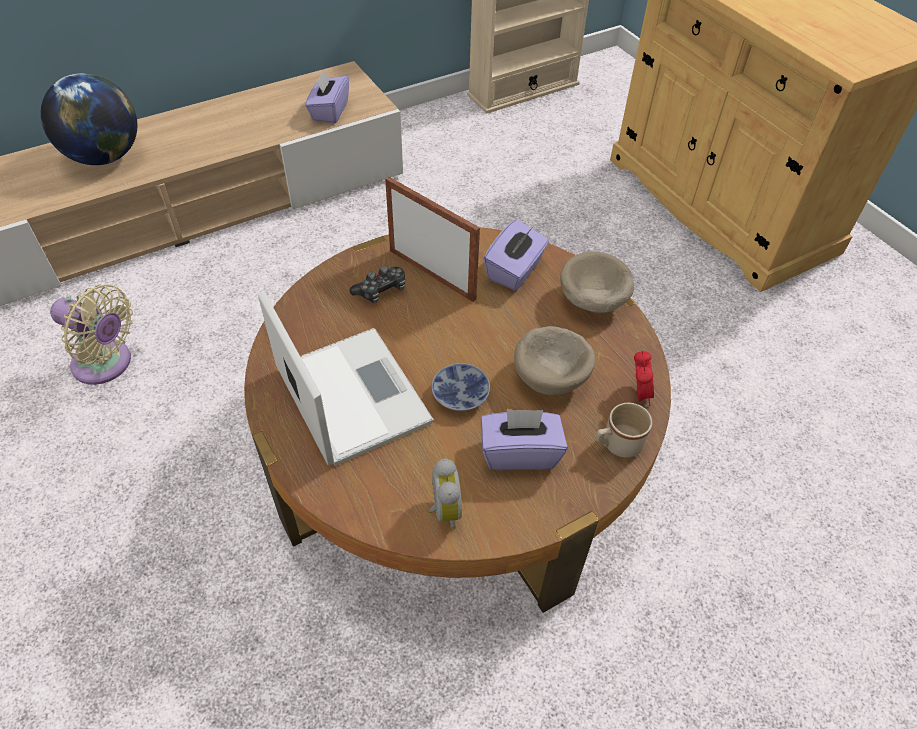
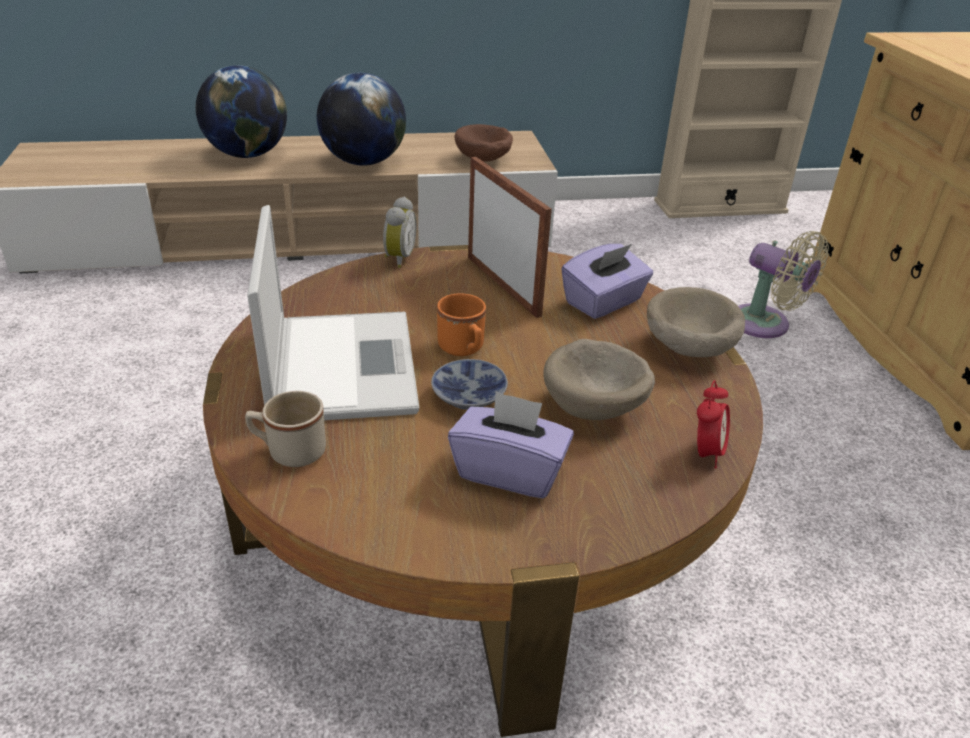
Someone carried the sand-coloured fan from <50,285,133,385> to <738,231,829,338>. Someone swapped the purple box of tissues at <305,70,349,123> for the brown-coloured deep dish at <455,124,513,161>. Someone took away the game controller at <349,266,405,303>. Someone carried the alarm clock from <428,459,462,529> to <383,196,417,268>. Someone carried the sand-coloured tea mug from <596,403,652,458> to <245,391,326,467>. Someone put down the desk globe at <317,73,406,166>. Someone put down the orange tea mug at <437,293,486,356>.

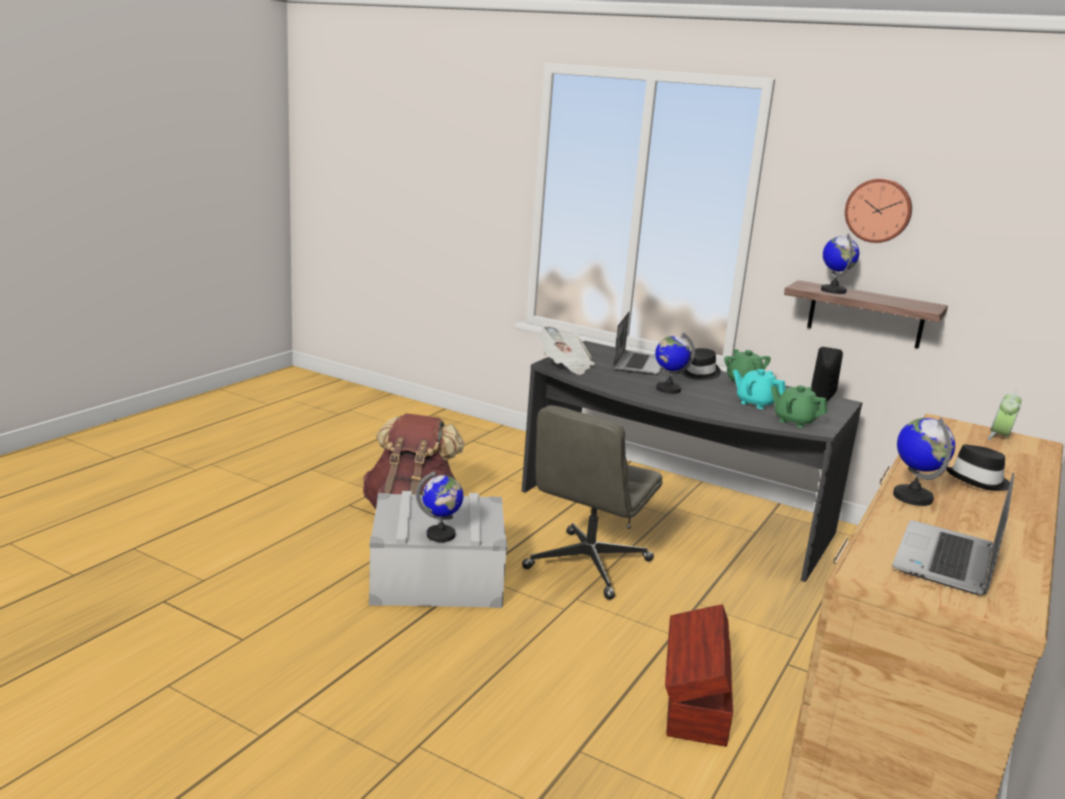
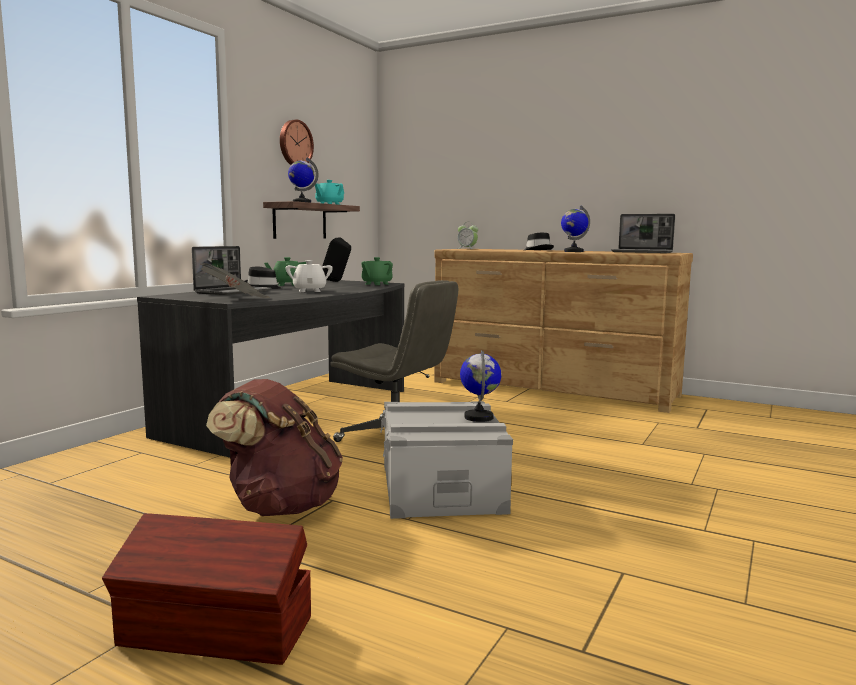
Someone rotated the portable computer at <613,312,662,375> by 105 degrees clockwise. Someone swapped the desk globe at <655,333,695,394> for the white tea pot at <286,260,333,292>. Someone carried the brown-coloured storage container from <665,604,733,747> to <102,513,311,665>. Someone carried the turquoise tea pot from <733,369,786,409> to <315,180,344,205>.

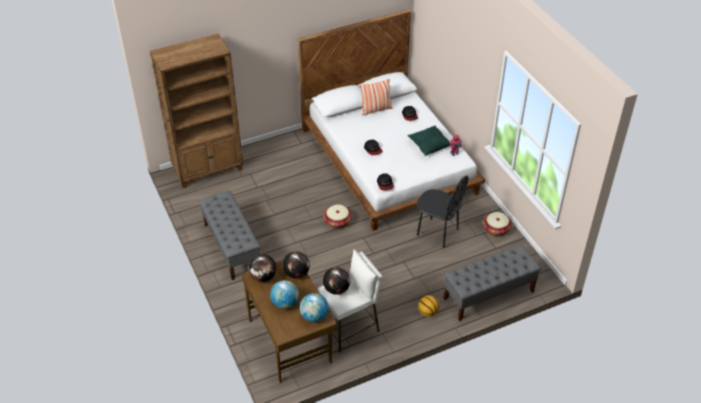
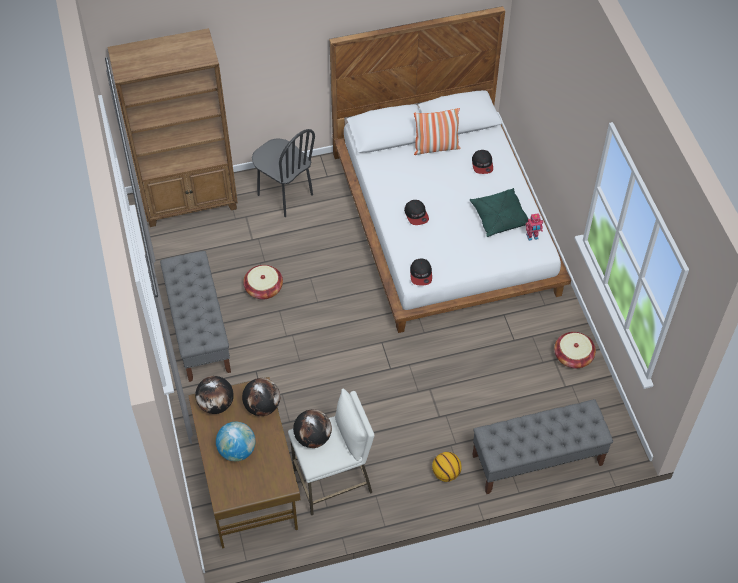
Someone took away the desk globe at <300,293,329,322>. Someone carried the household basket from <323,205,352,228> to <243,265,283,300>. Someone carried the black-coloured chair from <417,175,468,248> to <252,129,315,217>.

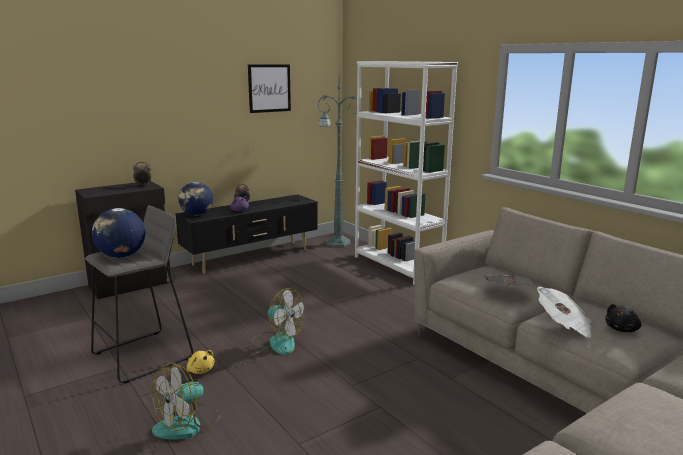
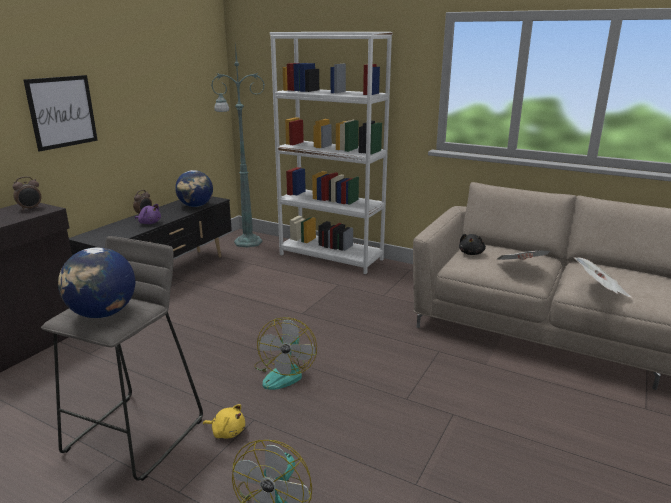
Someone carried the desk globe from <179,182,213,215> to <175,170,213,207>. Someone carried the wall art from <248,64,291,113> to <23,75,98,152>. Someone rotated the fan at <248,288,306,355> by 90 degrees clockwise. Someone carried the black-coloured cuddly toy from <605,304,641,332> to <459,234,486,255>.

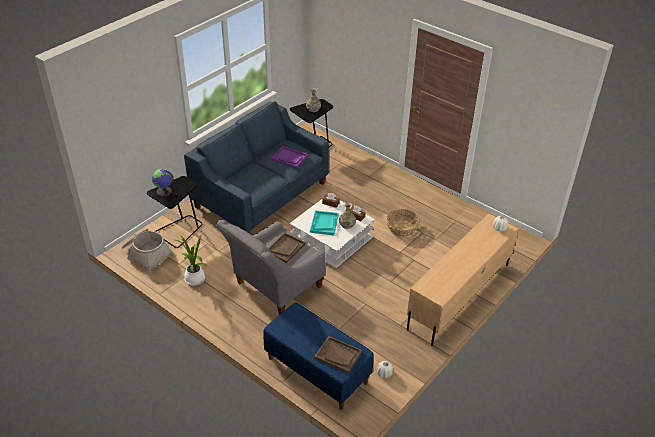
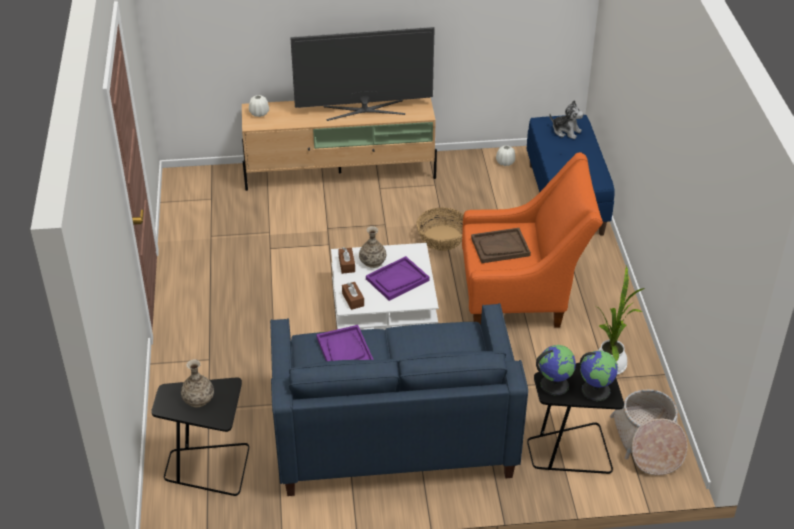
Someone repainted the gray easy chair at <216,220,326,315>, which became the orange easy chair at <462,152,603,328>. Someone repainted the turquoise carrying tray at <310,210,339,235>, which became the purple carrying tray at <366,256,430,301>. Someone swapped the brown-coloured carrying tray at <314,336,362,373> for the cuddly toy at <550,100,584,139>. Someone carried the household basket from <386,209,420,237> to <416,208,464,251>. Someone put down the television at <290,27,435,121>. Someone put down the desk globe at <536,345,576,395>.

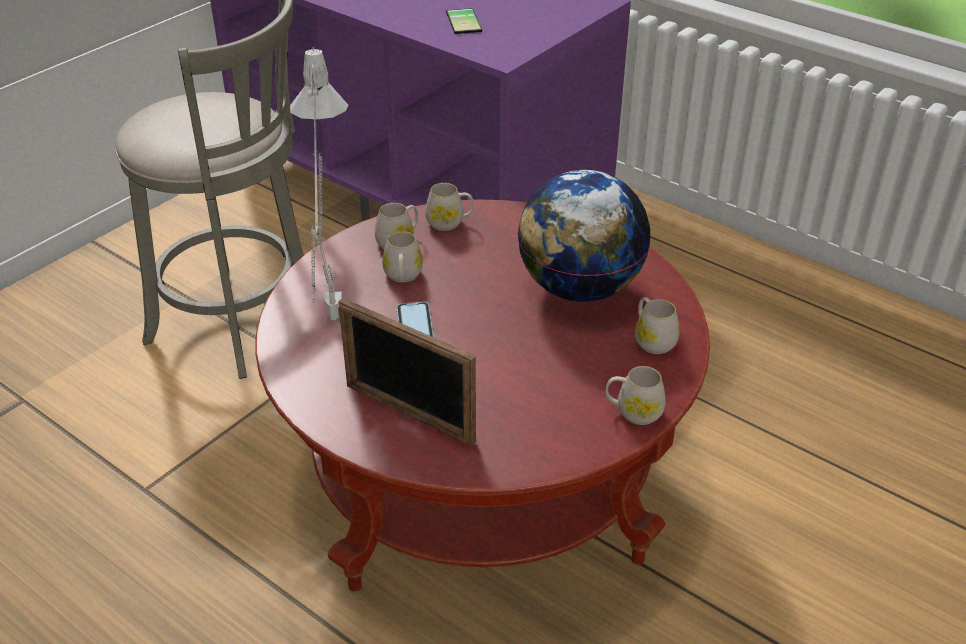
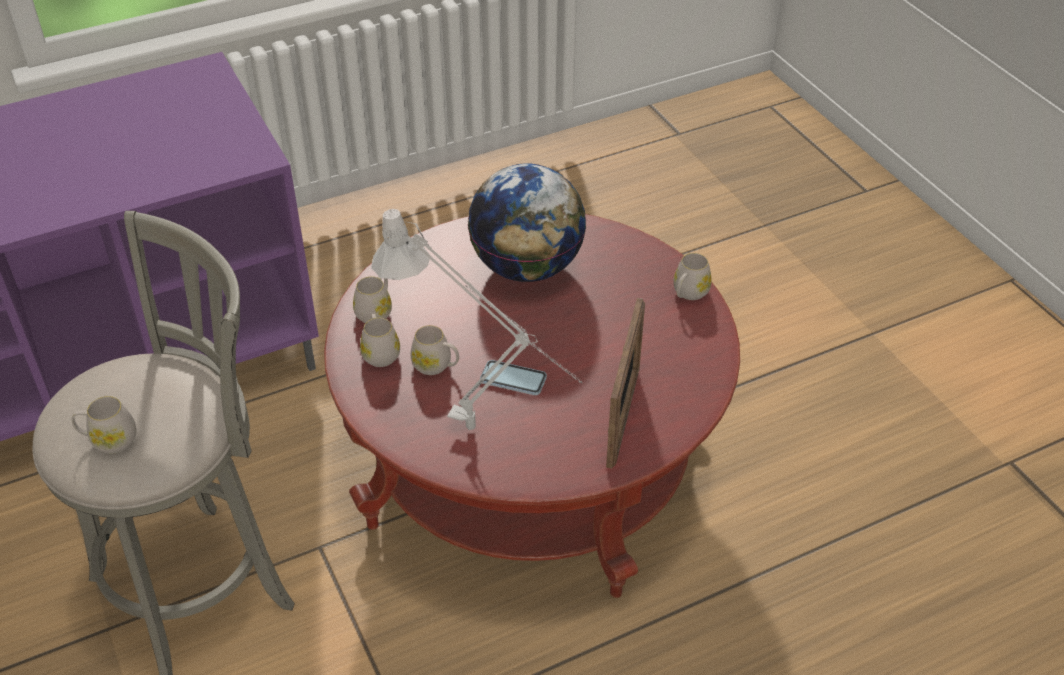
Someone rotated the picture frame at <338,298,476,446> by 45 degrees counterclockwise. Someone took away the telephone at <446,8,482,34>. Someone carried the white tea mug from <635,297,680,354> to <72,396,136,454>.

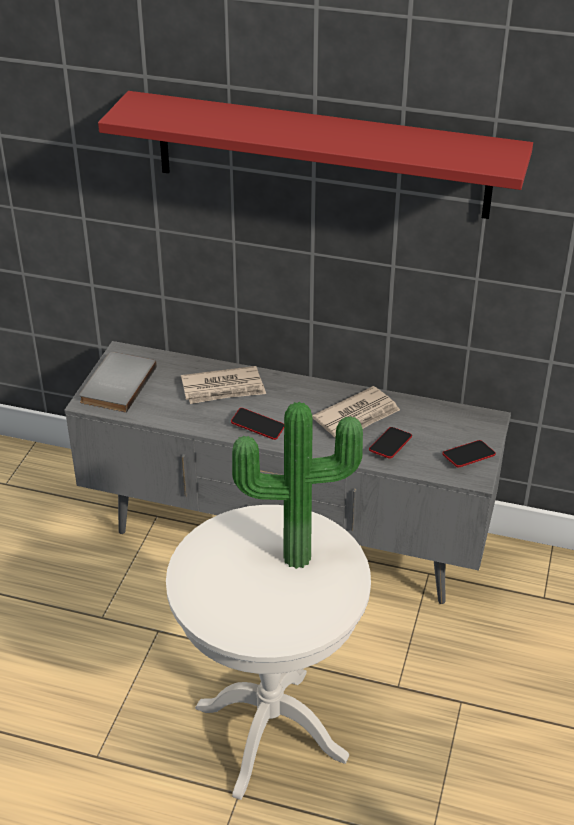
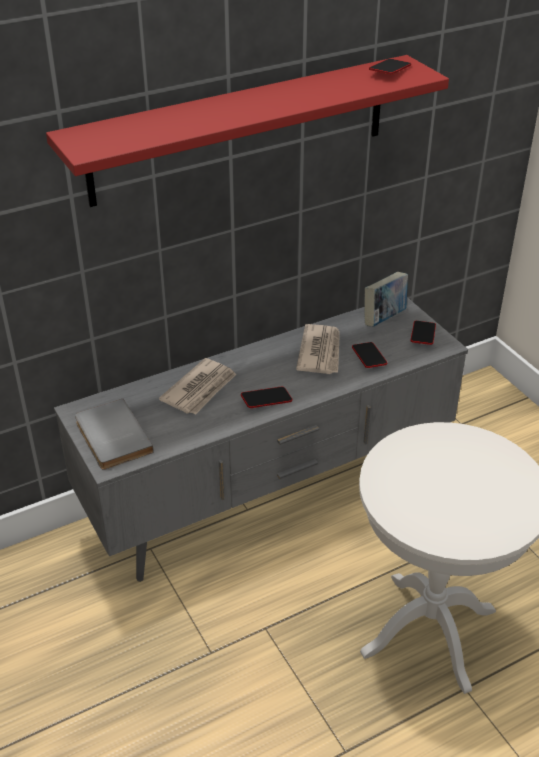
Someone took away the potted plant at <232,402,363,569>. Someone put down the volume at <364,272,408,327>. Someone put down the telephone at <369,59,411,74>.

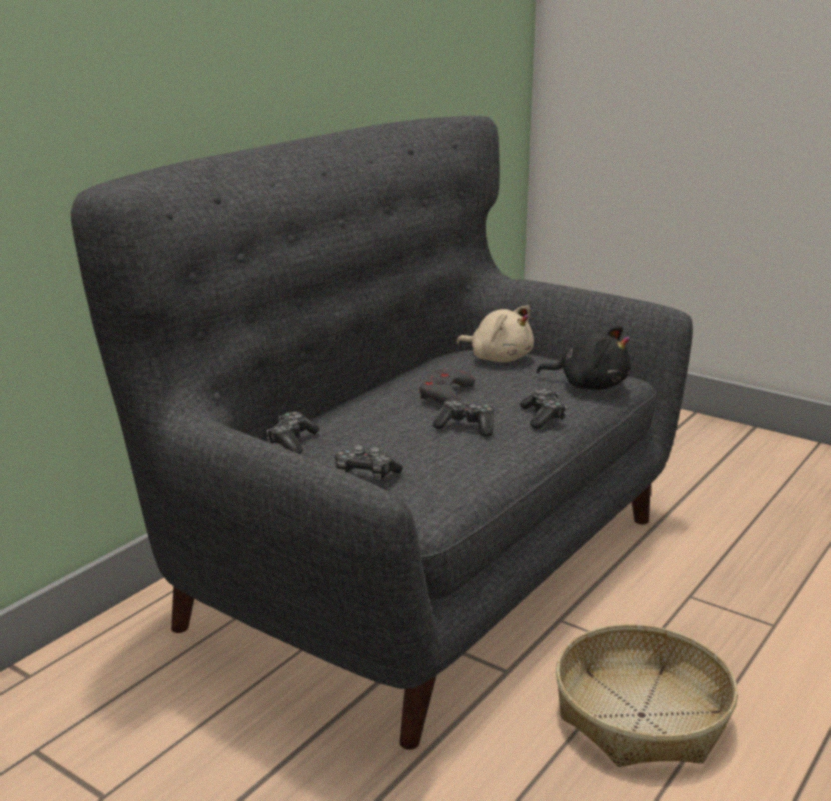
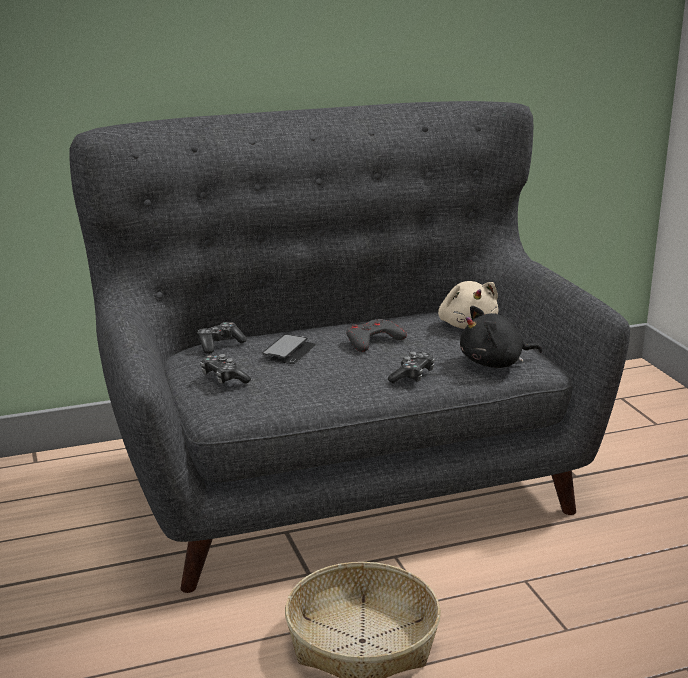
Someone took away the game controller at <433,400,494,437>. Someone rotated the black-coloured cuddly toy at <536,326,631,390> by 105 degrees clockwise. Someone put down the telephone at <262,334,316,364>.

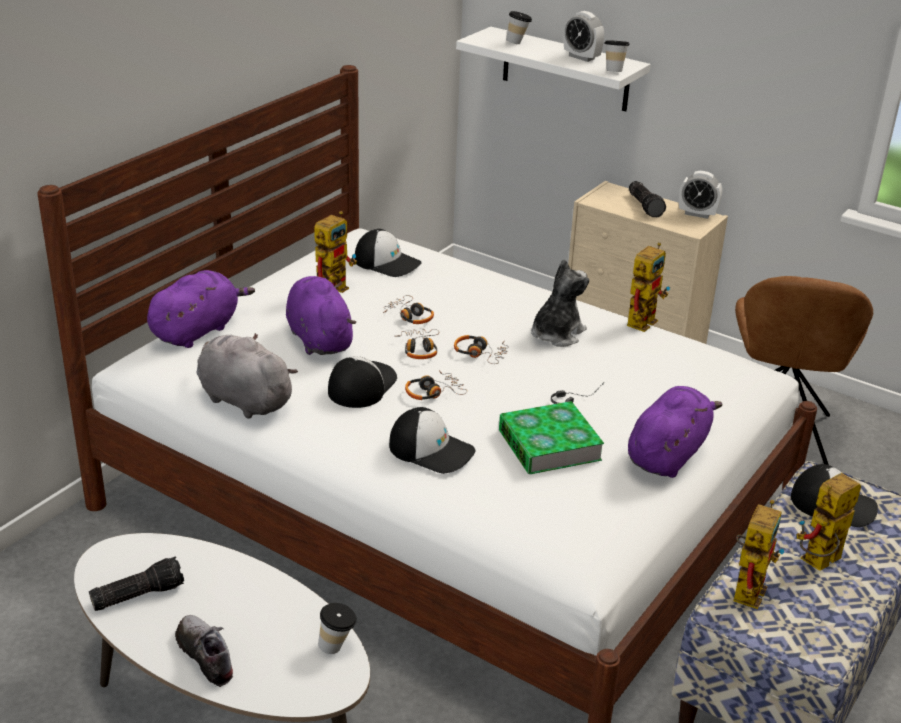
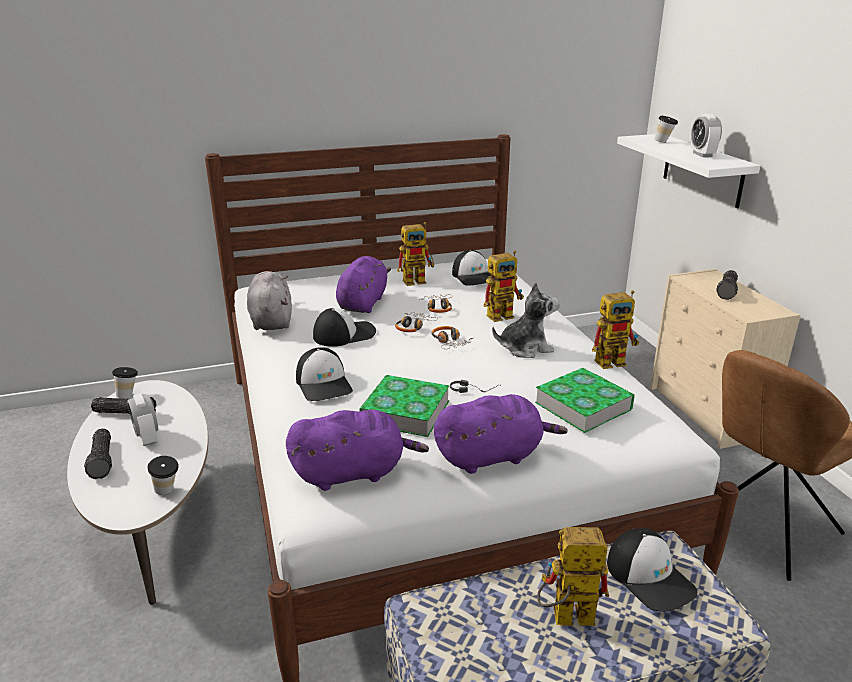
Someone carried the purple cuddly toy from <147,270,255,348> to <286,409,429,491>. Someone swapped the shoe at <175,615,233,687> for the hand torch at <84,429,112,479>. Someone took away the headphones at <405,370,467,400>. Someone carried the drinking cup from <604,40,629,72> to <112,367,138,399>. Someone carried the alarm clock from <679,171,722,219> to <127,394,158,446>. Someone carried the model robot from <733,500,785,609> to <484,251,524,322>. Someone put down the volume at <535,368,635,433>.

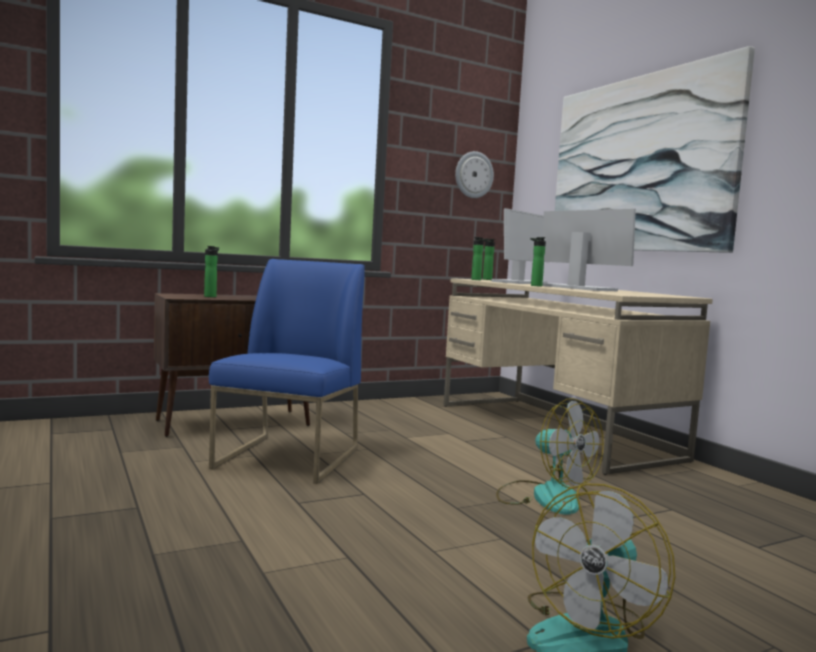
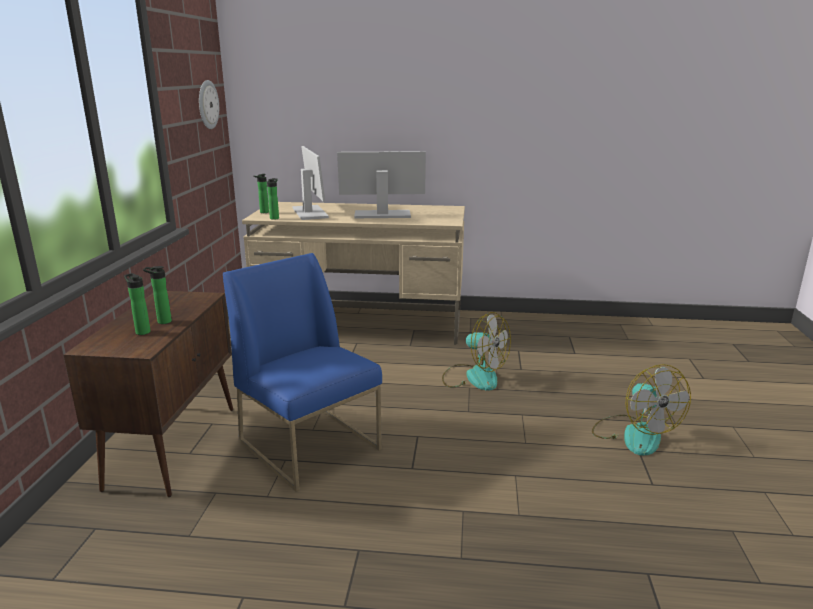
Someone rotated the fan at <496,398,604,515> by 45 degrees clockwise. Someone carried the bottle from <530,237,546,287> to <143,266,172,324>. Someone took away the wall art at <555,46,755,253>.

